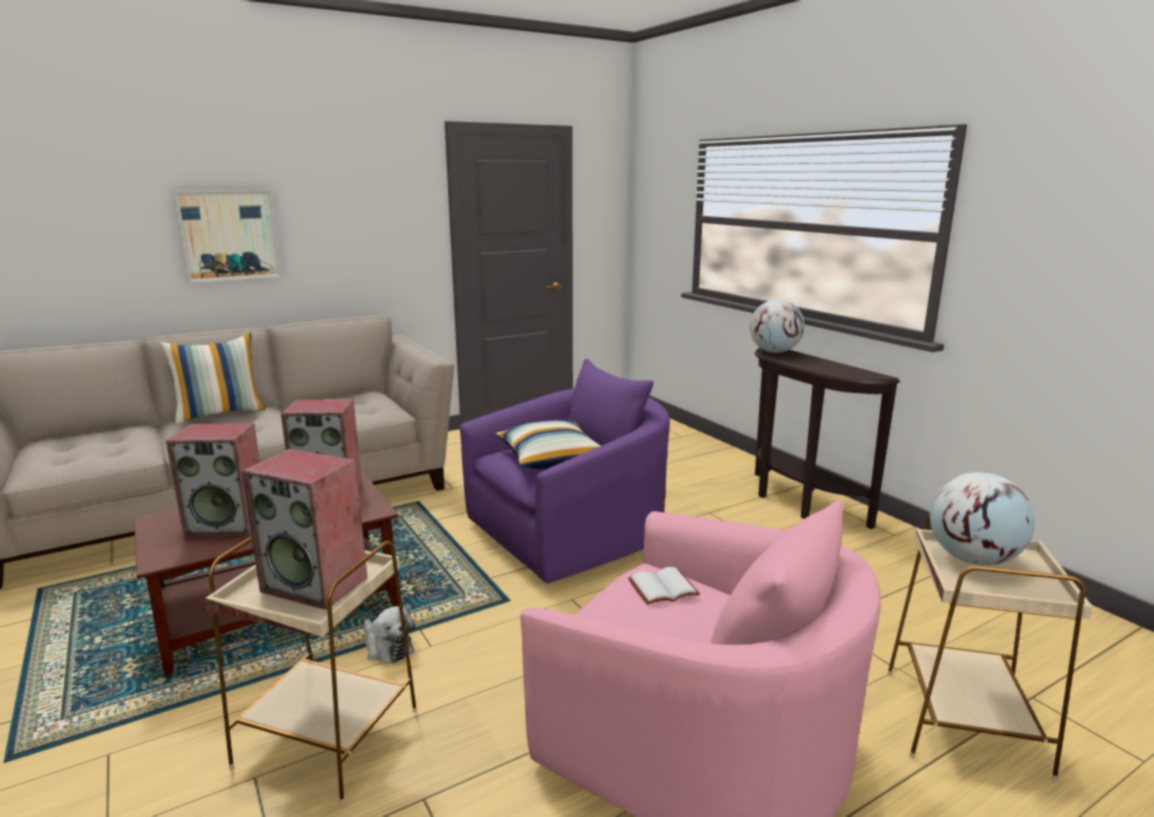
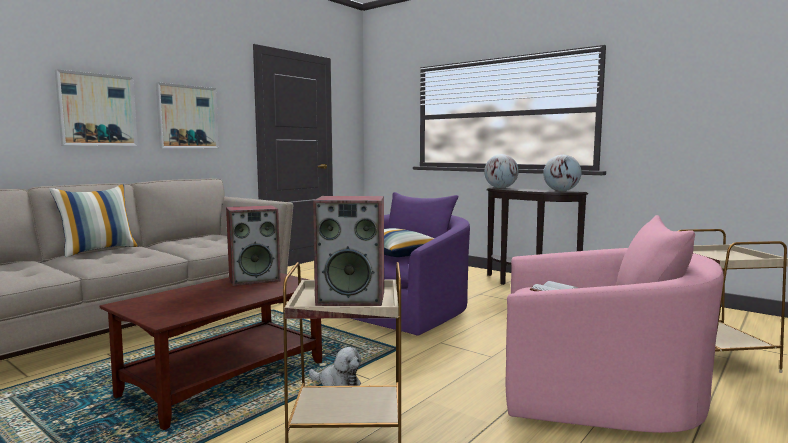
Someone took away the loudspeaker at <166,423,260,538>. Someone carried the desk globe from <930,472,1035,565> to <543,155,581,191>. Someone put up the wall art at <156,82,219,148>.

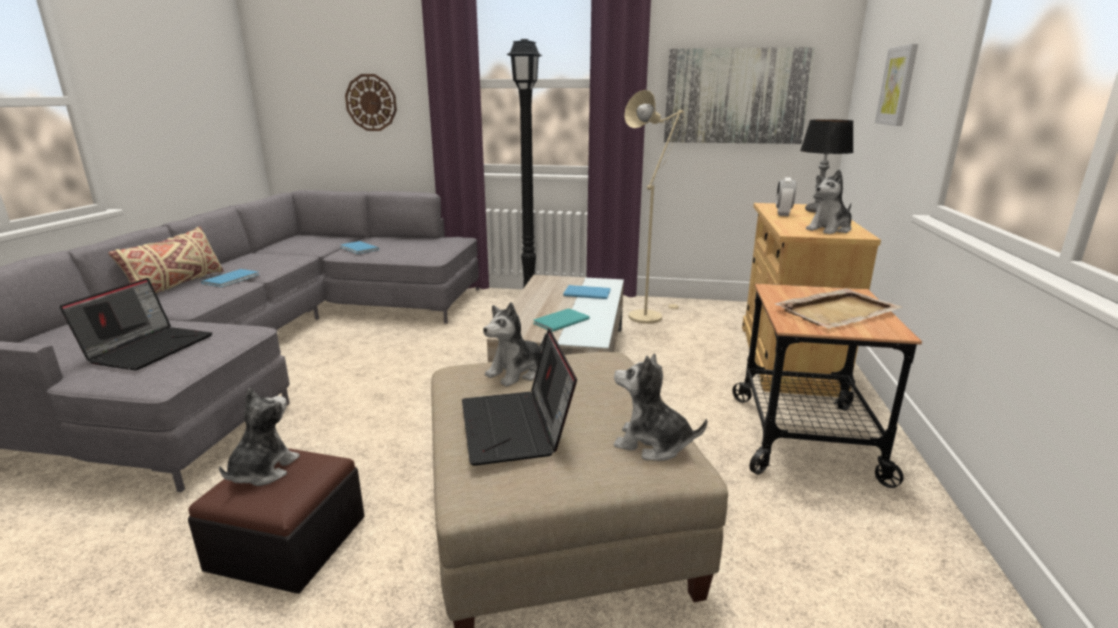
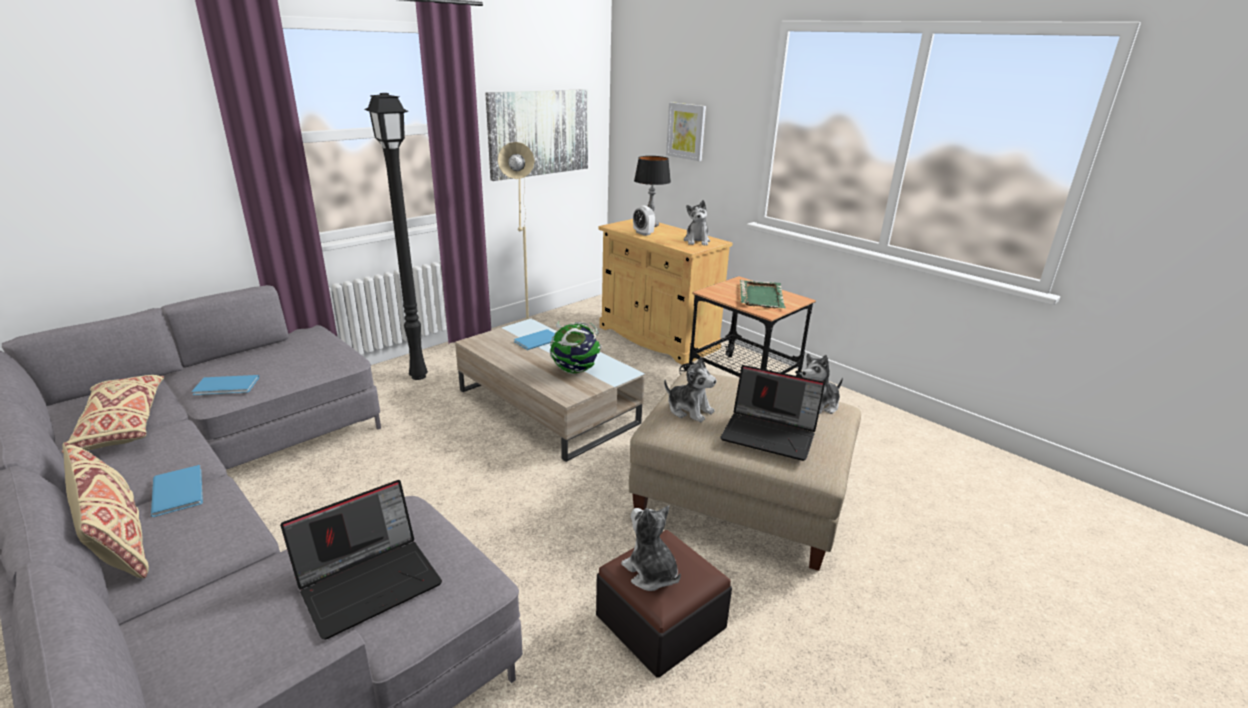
Someone rotated the portable computer at <60,278,213,370> by 90 degrees clockwise. Someone took away the clock on the wall at <345,74,397,131>. Someone rotated the cuddly toy at <483,302,546,387> by 45 degrees counterclockwise. Someone swapped the turquoise volume at <533,308,590,332> for the desk globe at <550,321,602,374>. Someone repainted the sand-coloured carrying tray at <775,288,903,329>, which became the green carrying tray at <740,280,785,308>. Someone put down the sand-coloured cushion at <62,375,164,453>.

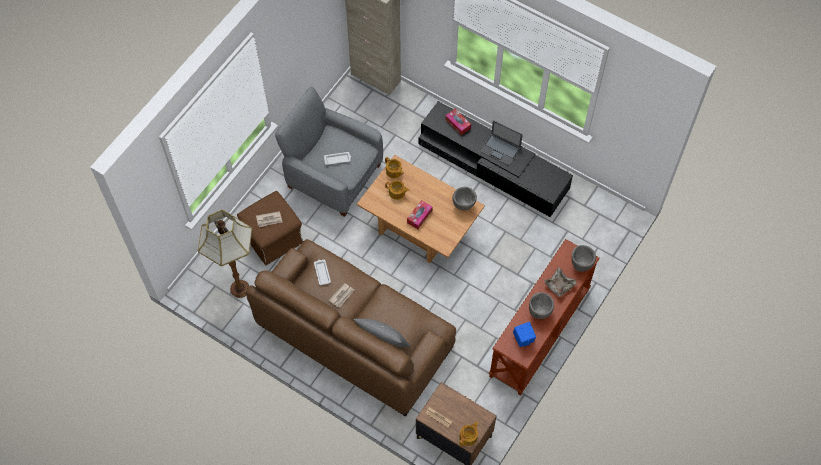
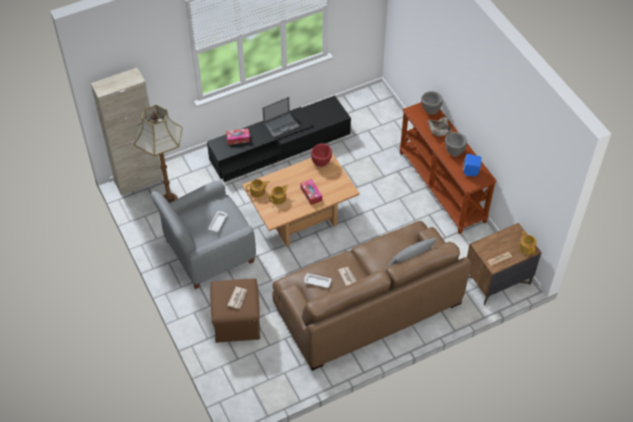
Someone carried the standing lamp from <198,210,252,298> to <134,105,183,203>. Someone repainted the gray deep dish at <453,187,477,211>, which became the reddish deep dish at <311,143,332,167>.

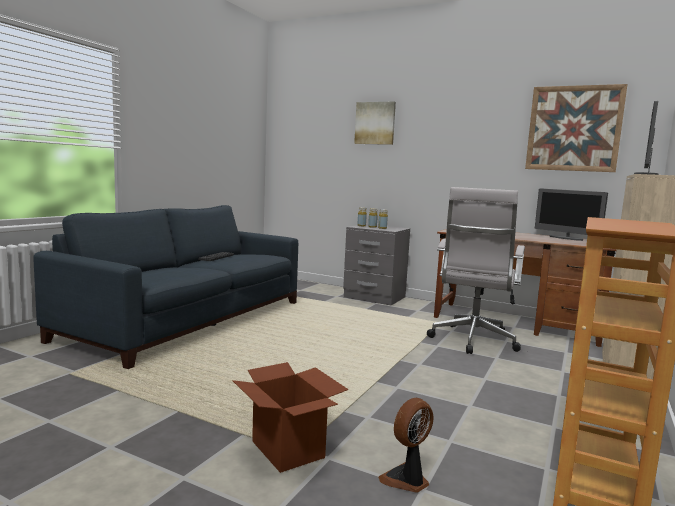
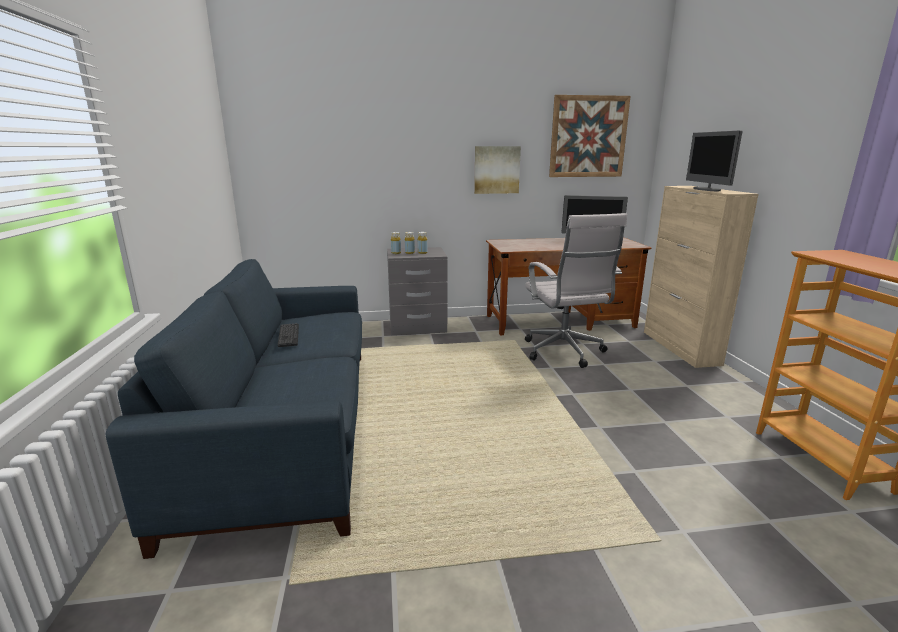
Someone took away the cardboard box at <232,362,348,473>. Someone carried the wall art from <354,102,396,145> to <474,146,521,194>. Someone took away the fan at <378,398,433,493>.

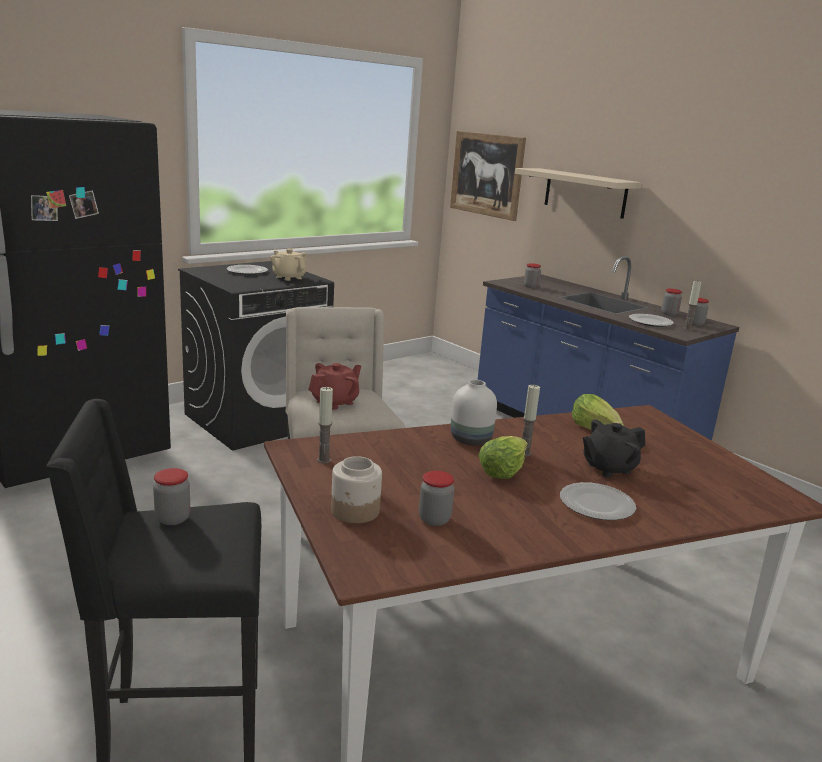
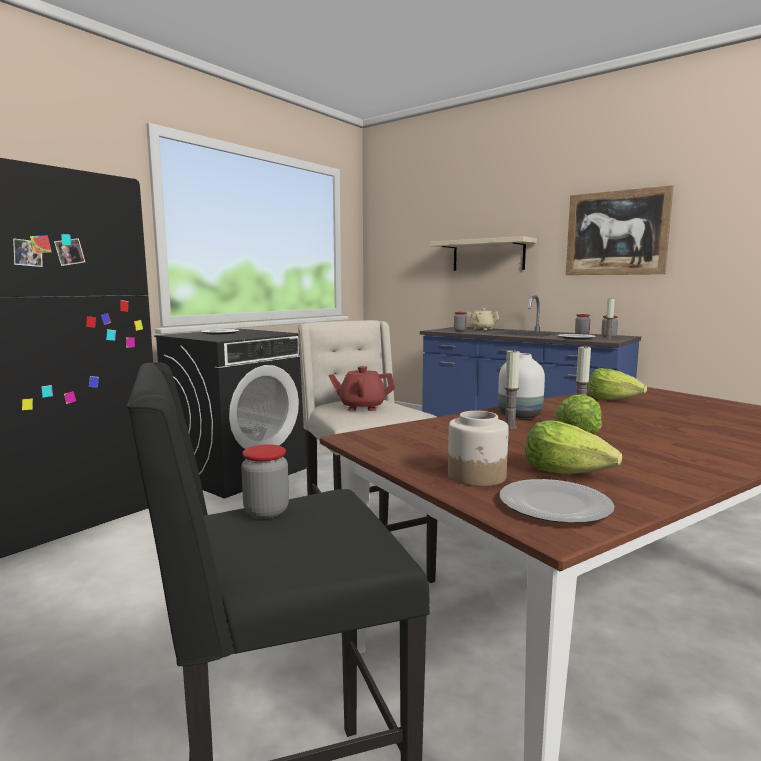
Someone carried the sand-coloured tea pot from <271,249,307,281> to <467,308,499,330>. Someone rotated the reddish tea pot at <308,363,361,410> by 120 degrees counterclockwise. Someone carried the wax candle from <317,387,333,463> to <505,349,520,429>. Someone swapped the preserve jar at <419,471,454,526> for the lettuce head at <525,420,622,474>. Someone carried the wall art from <450,131,526,221> to <566,185,673,275>. Someone carried the dinner plate from <560,482,636,520> to <500,479,615,523>. Someone took away the black-coloured tea pot at <583,419,645,477>.

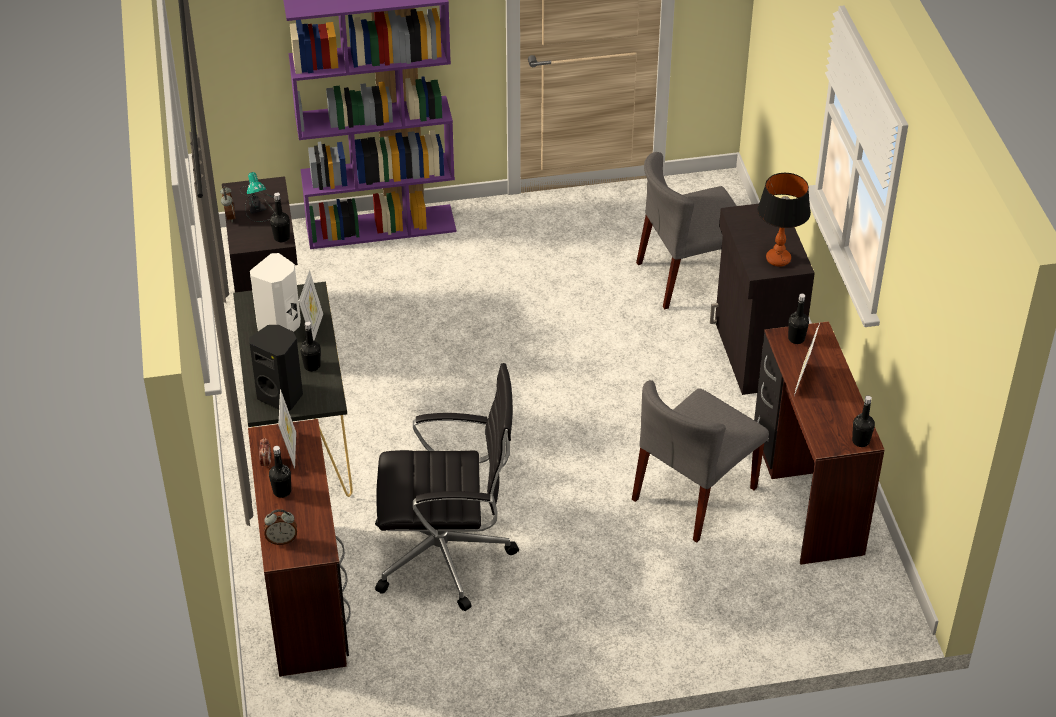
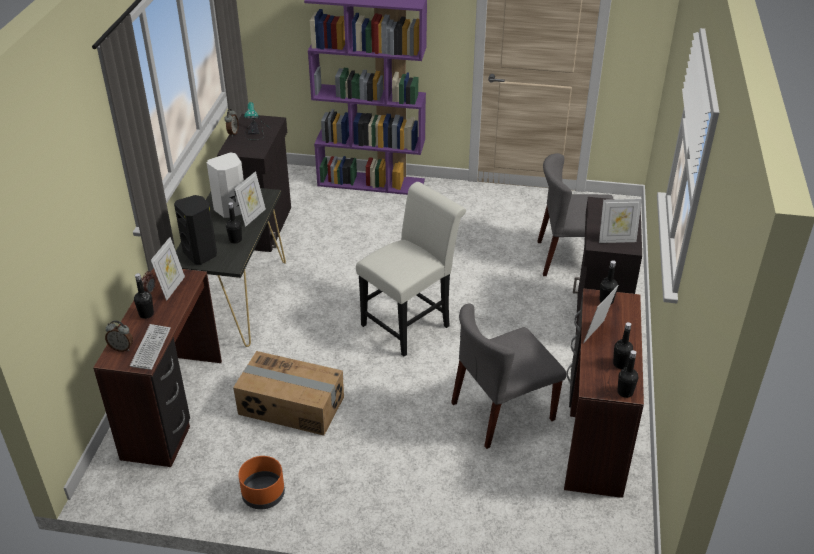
Someone carried the black-coloured bottle from <270,193,290,242> to <613,322,633,369>. Someone swapped the black-coloured desk chair at <375,363,519,611> for the cardboard box at <233,351,344,436>. Someone swapped the lamp for a table at <758,173,811,267> for the picture frame at <599,199,642,243>. Someone put down the keyboard at <130,324,171,370>. Someone put down the orange flower pot at <238,456,285,509>. Someone put down the white chair at <356,182,466,356>.

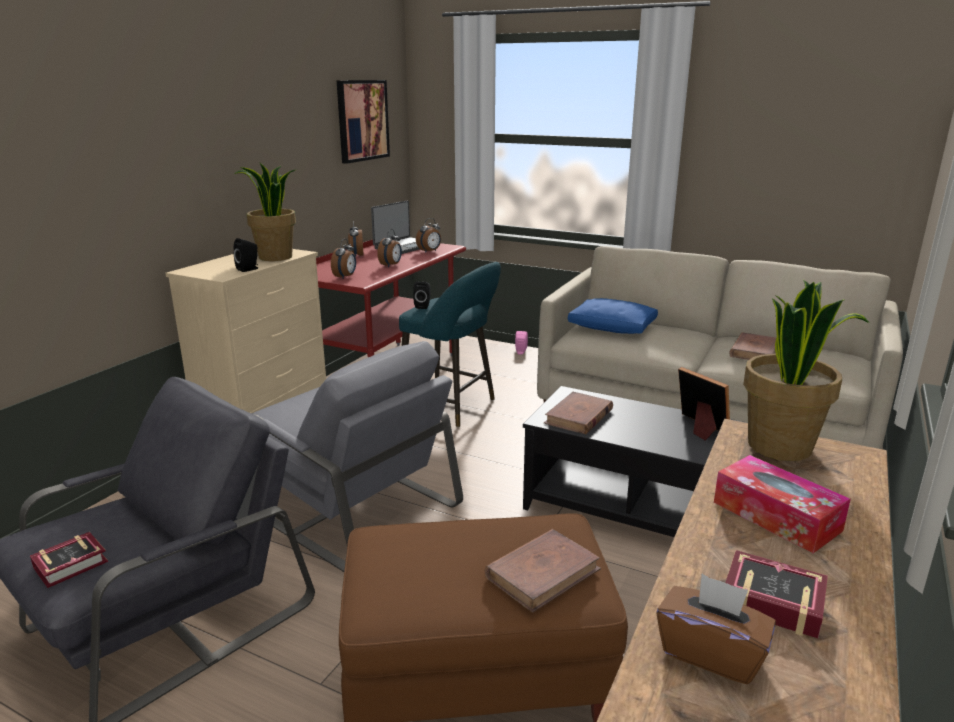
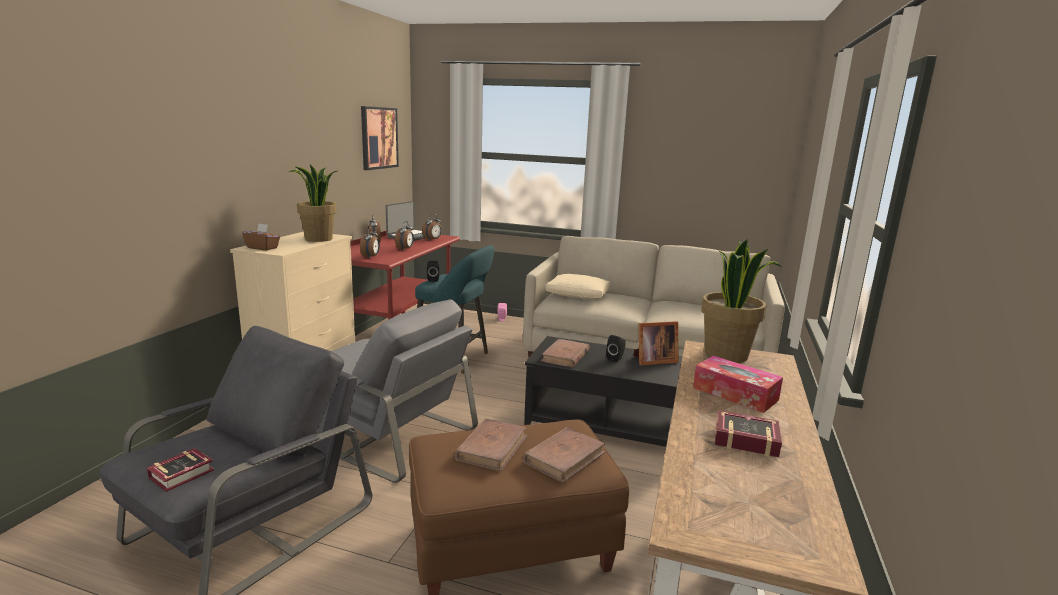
Someone carried the black-coloured loudspeaker from <234,238,258,272> to <606,335,626,362>. Someone repainted the blue cushion at <568,298,658,334>, which became the sand-coloured cushion at <545,274,611,299>. Someone carried the brown-coloured box of tissues from <657,574,776,684> to <242,223,280,251>. Someone rotated the picture frame at <678,367,730,441> by 120 degrees clockwise. Someone carried the brown-coloured volume from <729,332,776,360> to <454,418,527,471>.

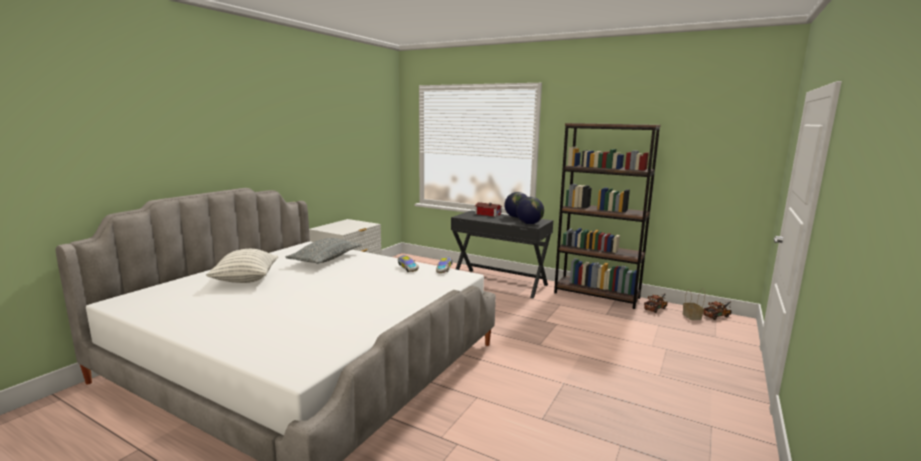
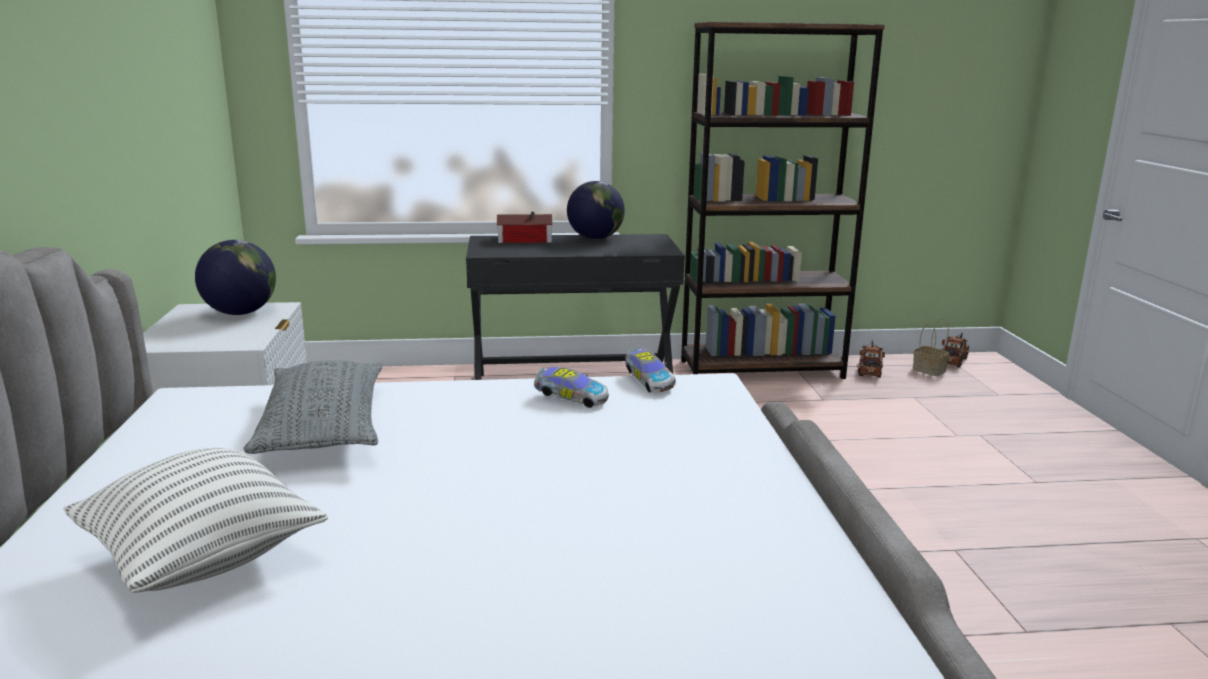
Someone carried the desk globe from <516,197,544,224> to <195,240,276,315>.

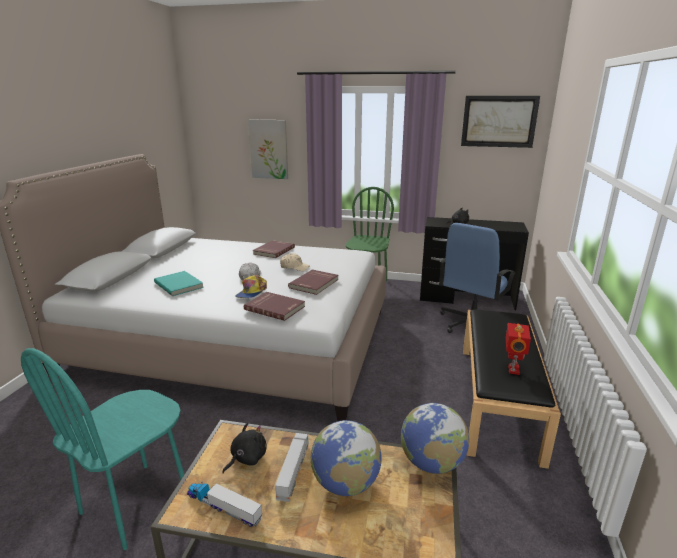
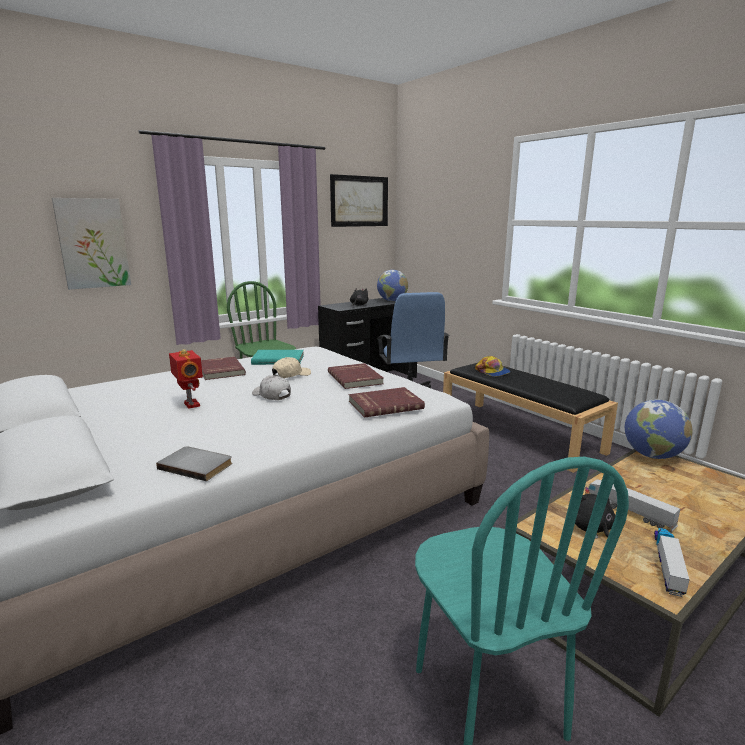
Someone carried the turquoise volume from <154,271,204,296> to <251,350,304,365>. Someone rotated the toy truck at <187,481,262,527> by 135 degrees clockwise. Someone carried the cap from <235,275,267,298> to <475,356,510,377>. Someone carried the desk globe from <311,420,382,496> to <377,270,408,301>. Someone carried the model robot from <506,323,531,375> to <169,349,203,409>. Someone put down the gray volume at <156,446,232,481>.

